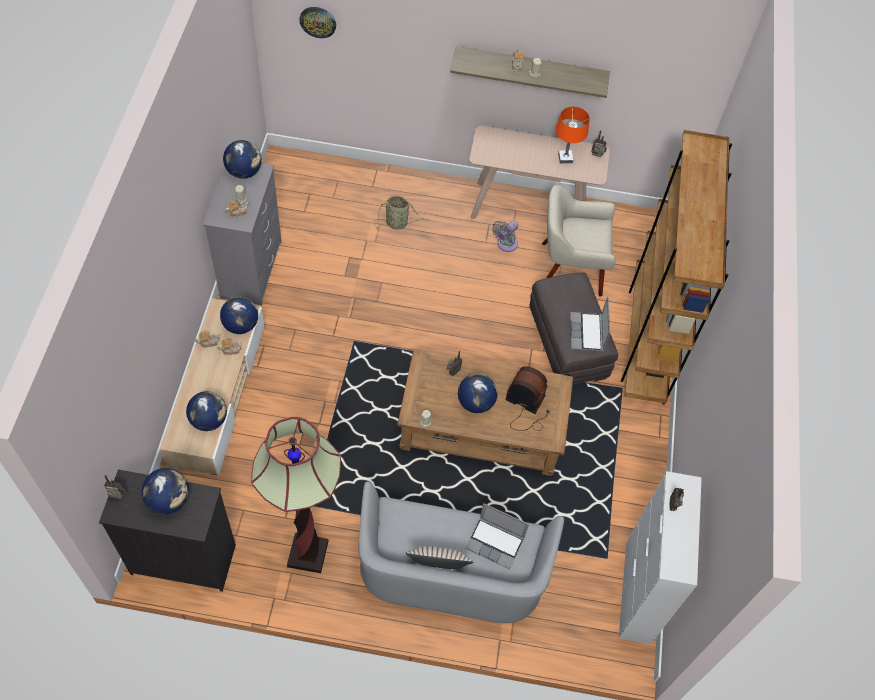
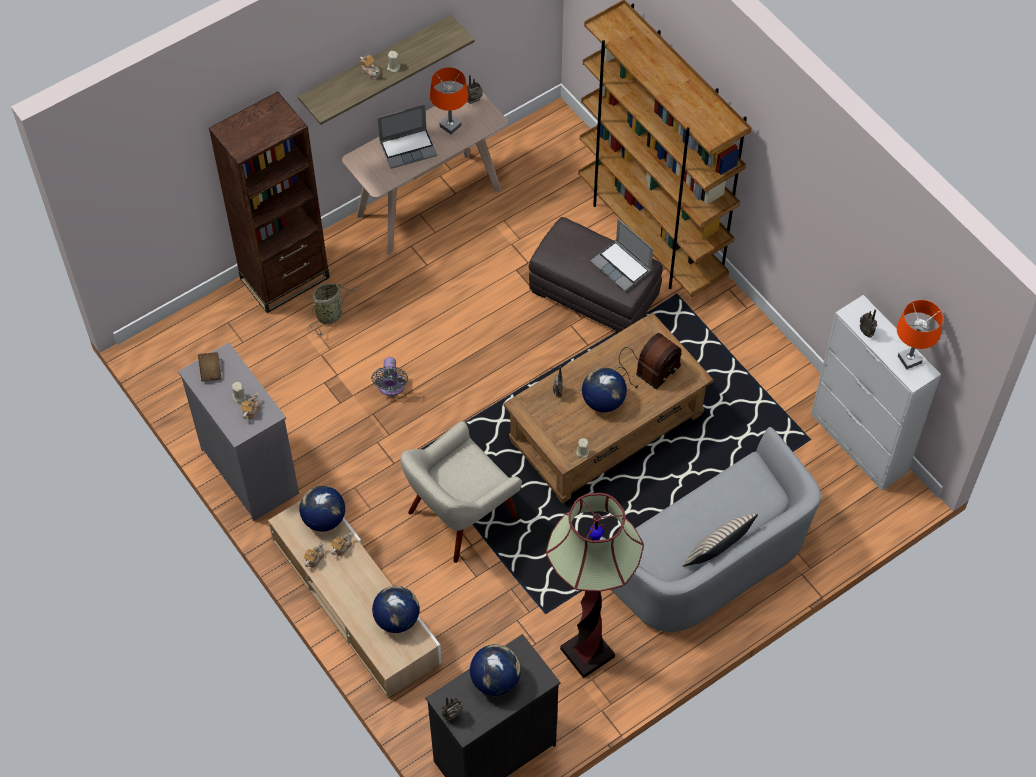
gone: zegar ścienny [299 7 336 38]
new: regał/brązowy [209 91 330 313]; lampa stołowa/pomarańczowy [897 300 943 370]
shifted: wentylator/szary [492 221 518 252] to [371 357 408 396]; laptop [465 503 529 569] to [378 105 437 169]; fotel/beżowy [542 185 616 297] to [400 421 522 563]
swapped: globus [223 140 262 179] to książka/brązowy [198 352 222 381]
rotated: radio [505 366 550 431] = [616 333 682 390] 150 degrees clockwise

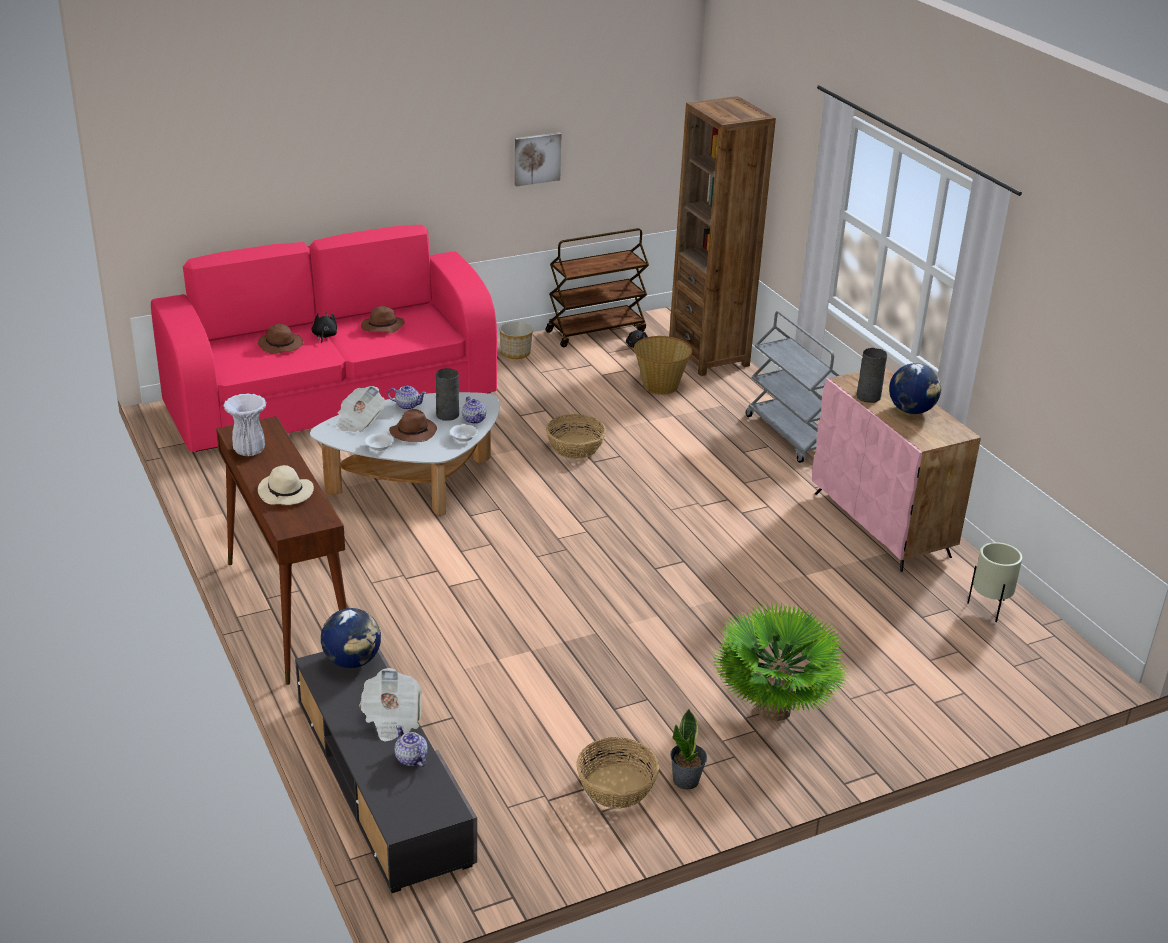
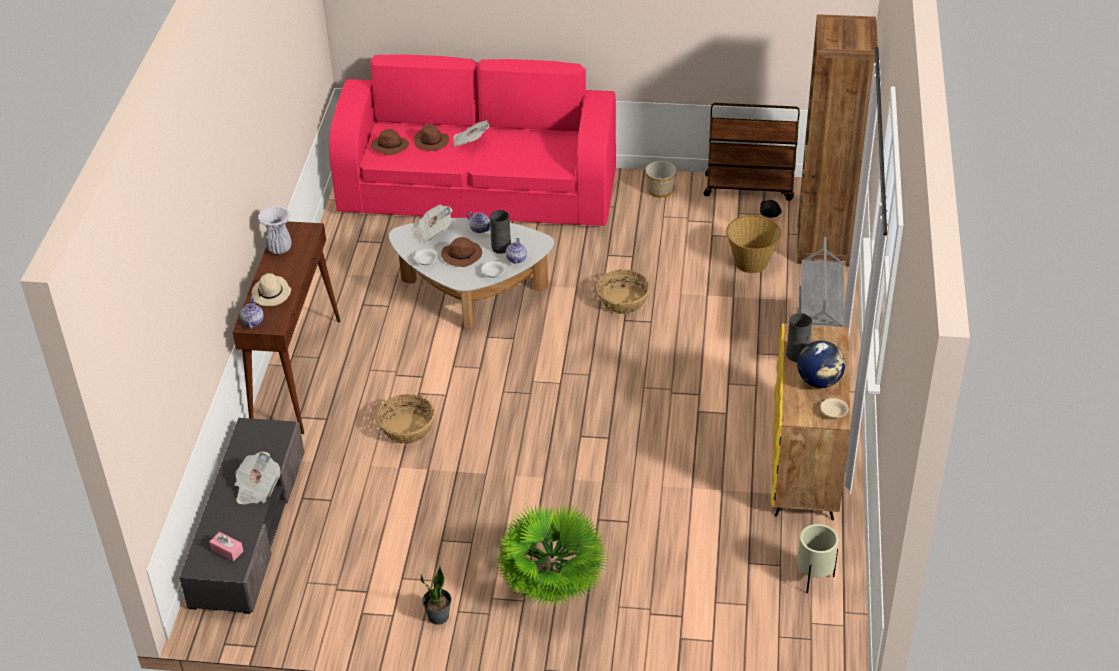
gone: globus [321 608 381 668]; obraz [515 133 562 187]
new: pudełko chusteczek/różowy [209 532 243 561]; miska/beżowy [820 398 848 418]
shifted: imbryk [395 725 428 767] to [240 297 264 329]; kapelusz/brązowy [361 306 405 333] to [371 129 409 155]; koszyk [577 737 659 809] to [376 394 435 444]
swapped: pluszak/czarny [312 312 337 344] to gazeta [453 120 489 147]
repainted: szafka/różowy [812 367 981 572] to szafka/żółty [771 323 850 521]

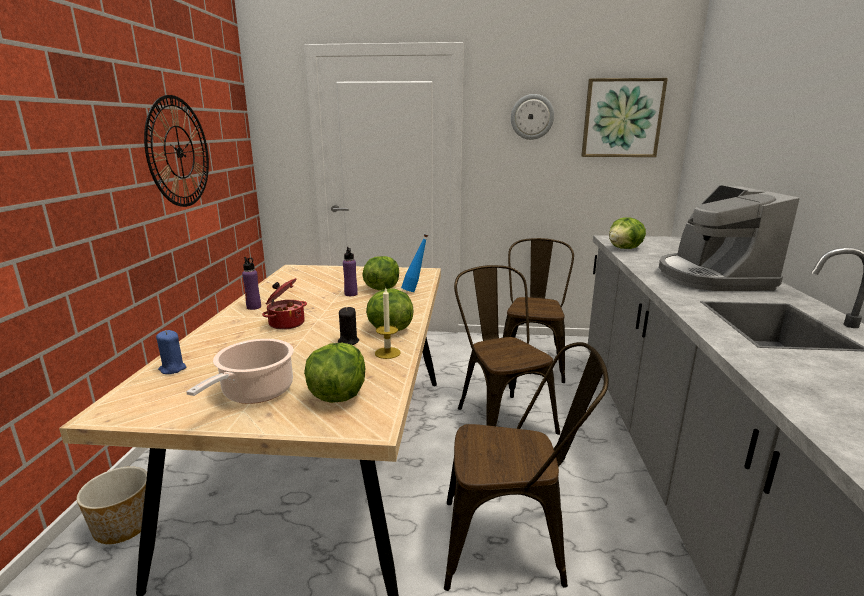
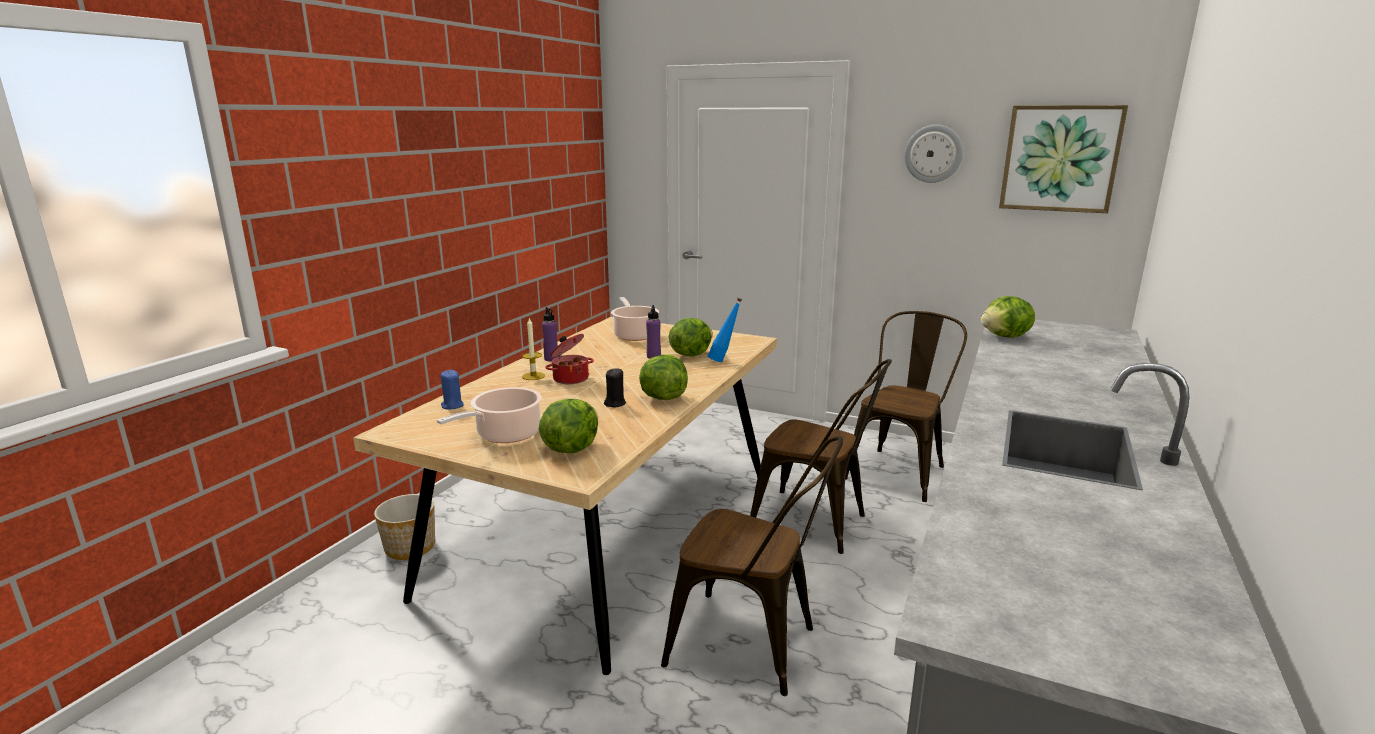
gone: zegar ścienny [144 95 209 207]; ekspres do kawy [659 185 800 291]
new: garnek [611 297 659 341]
shifted: świeca [375 287 401 359] to [522 318 545 380]
rotated: krzesło/brązowy [454 265 560 435] = [750 359 892 554] 120 degrees clockwise

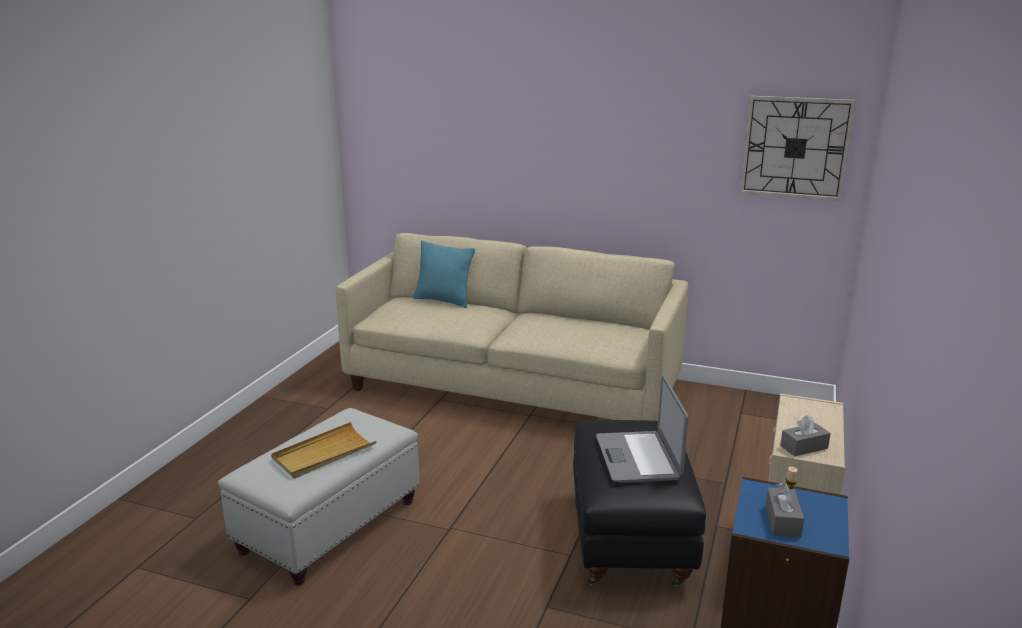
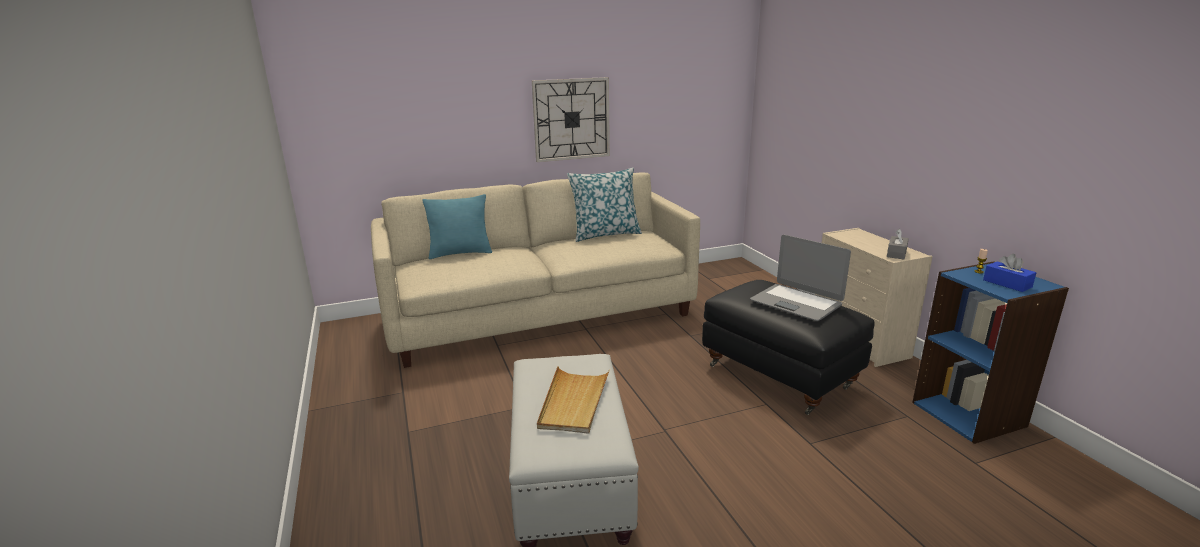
new: poduszka [567 167 642 242]
shifted: zegar ścienny [740 96 856 201] to [532 77 610 162]
repainted: pudełko chusteczek/szary [765 483 804 538] to pudełko chusteczek/niebieski [983 254 1036 292]

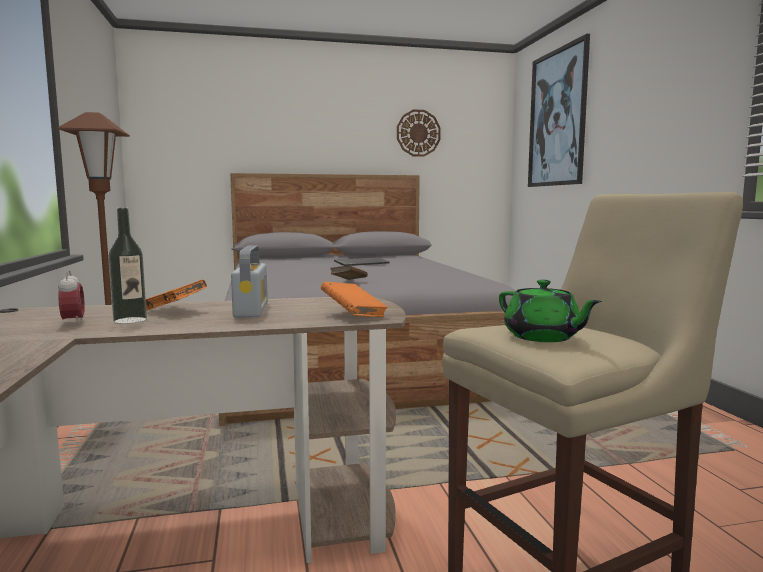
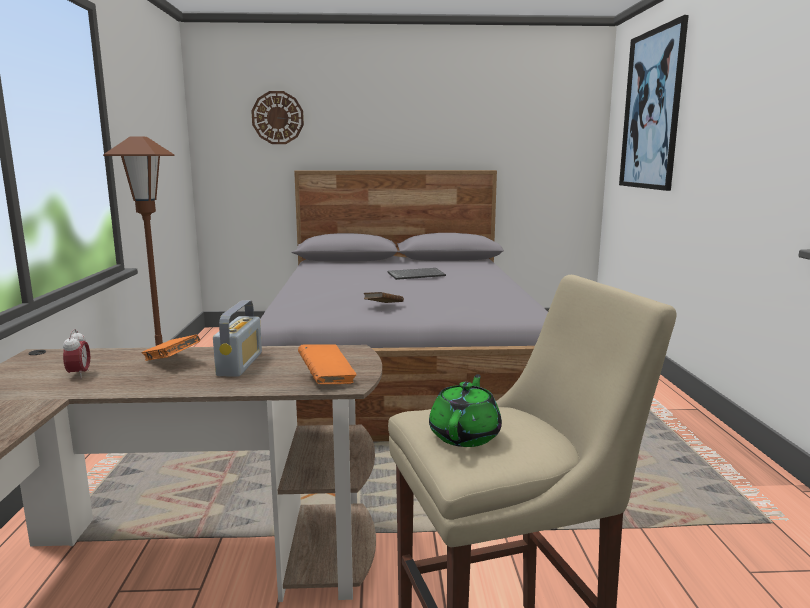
gone: butelka [109 208 147 324]
shifted: zegar ścienny [397 109 441 157] to [251 91 304 144]
rotated: imbryk/zielony [499 280 602 342] = [429 374 502 447] 135 degrees counterclockwise

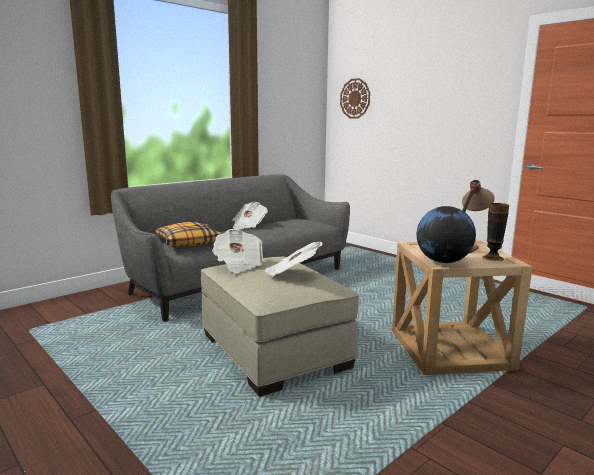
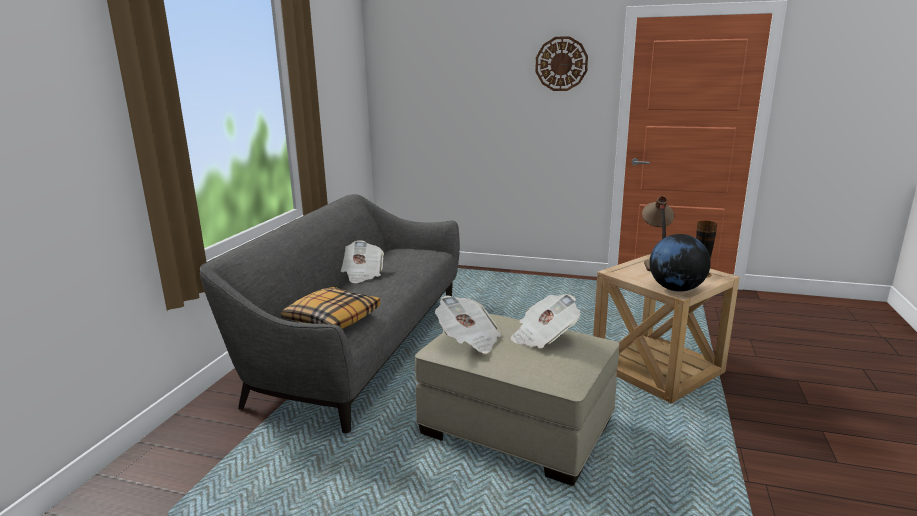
shifted: zegar ścienny [340 78 370 118] to [535 36 588 91]

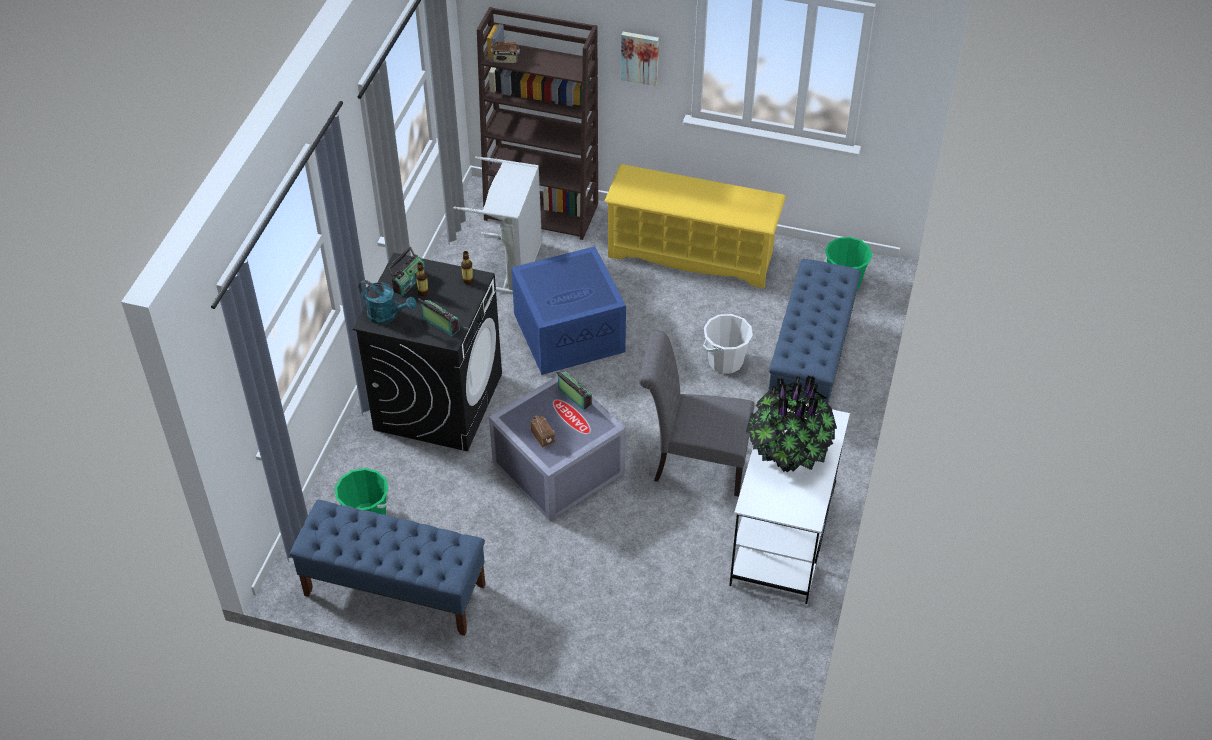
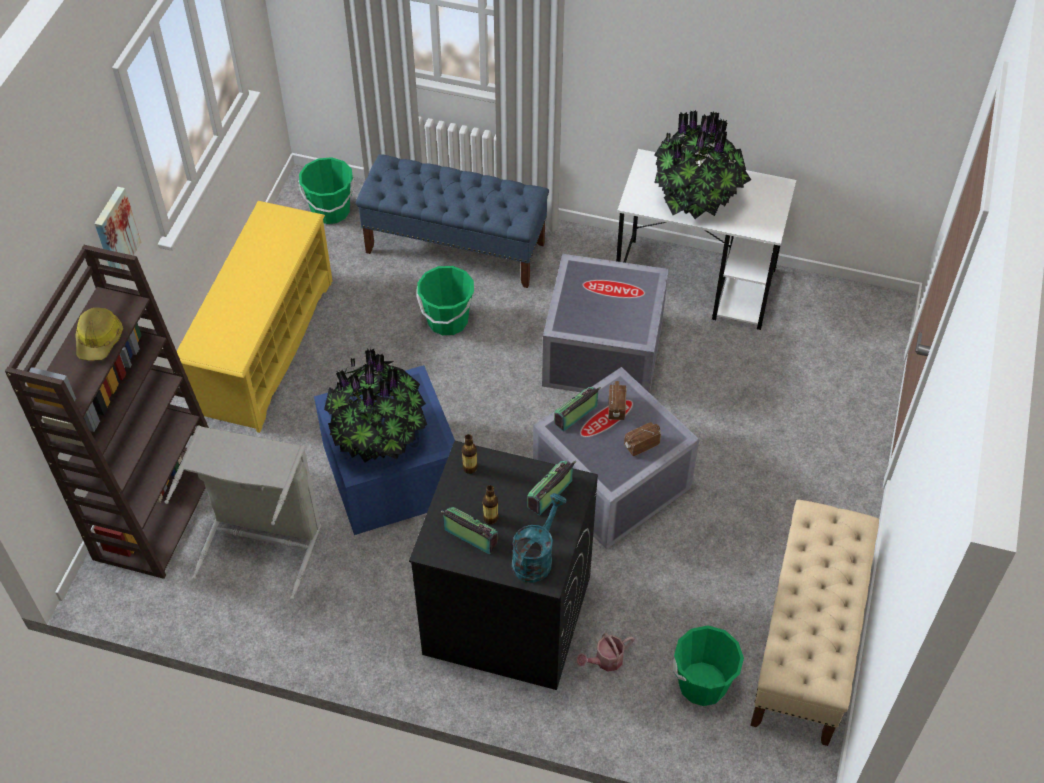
new: kask [75 308 123 361]; roślina doniczkowa [324 348 427 463]; konewka [576 633 634 671]
shifted: radio [491 35 520 63] to [608 381 627 420]
swapped: krzesło/szary [639 331 755 496] to pojemnik do przechowywania/szary [542 254 669 393]
repainted: wiadro/biały [703 314 753 374] to wiadro/zielony [417 266 474 335]; ławka/niebieski [290 500 485 636] to ławka/beżowy [750 500 879 746]

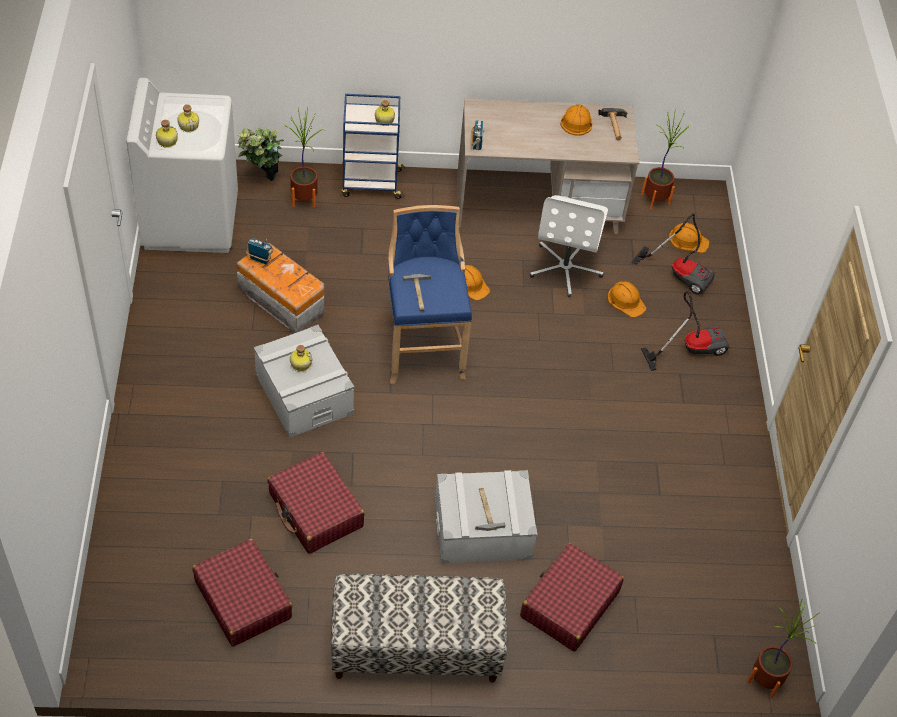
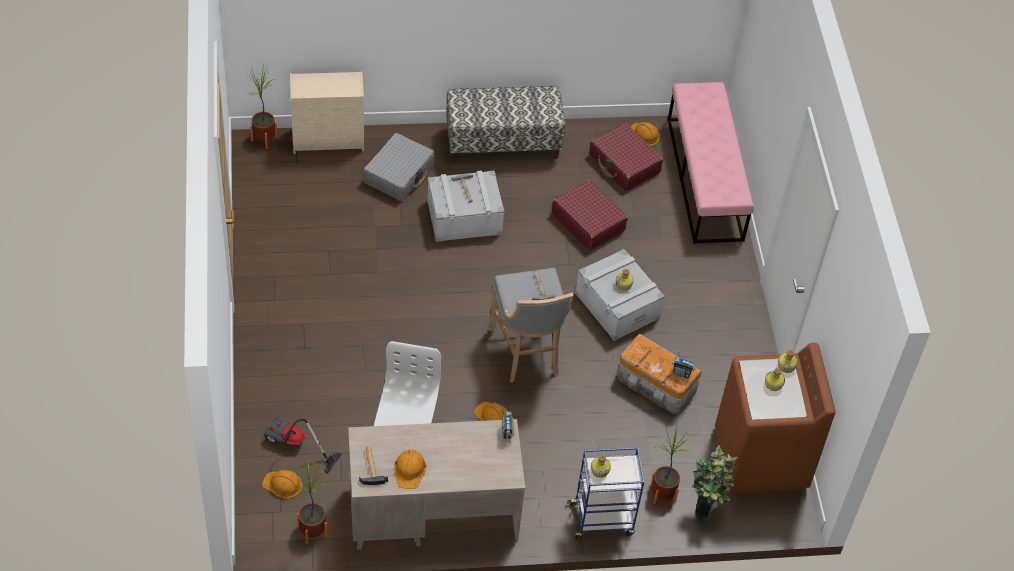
gone: odkurzacz [641 291 730 371]
new: komoda/beżowy [290 71 364 154]; ławka/różowy [668 82 754 244]
shifted: kask/pomarańczowy [608 281 646 318] to [630 122 660 146]
repainted: walizka/czerwony [520 543 624 652] to walizka/szary [363 133 435 201]; stołek/niebieski [388 205 472 384] to stołek/szary [488 268 574 383]; pralka/biały [126 78 238 253] to pralka/brązowy [715 343 836 494]

